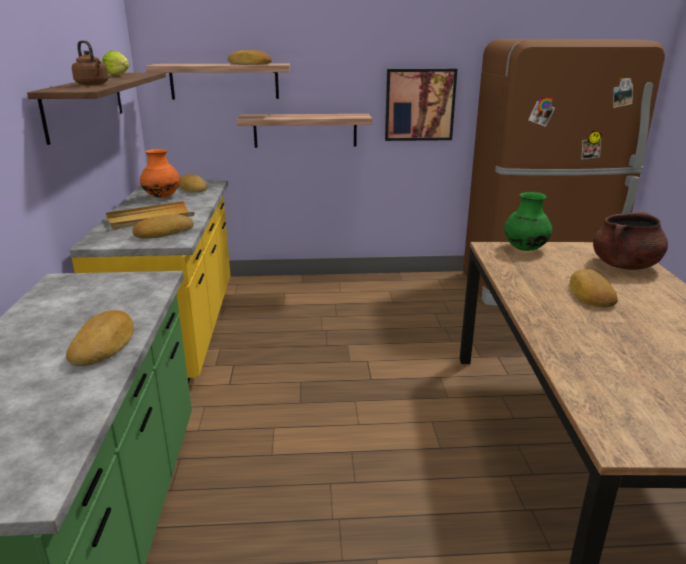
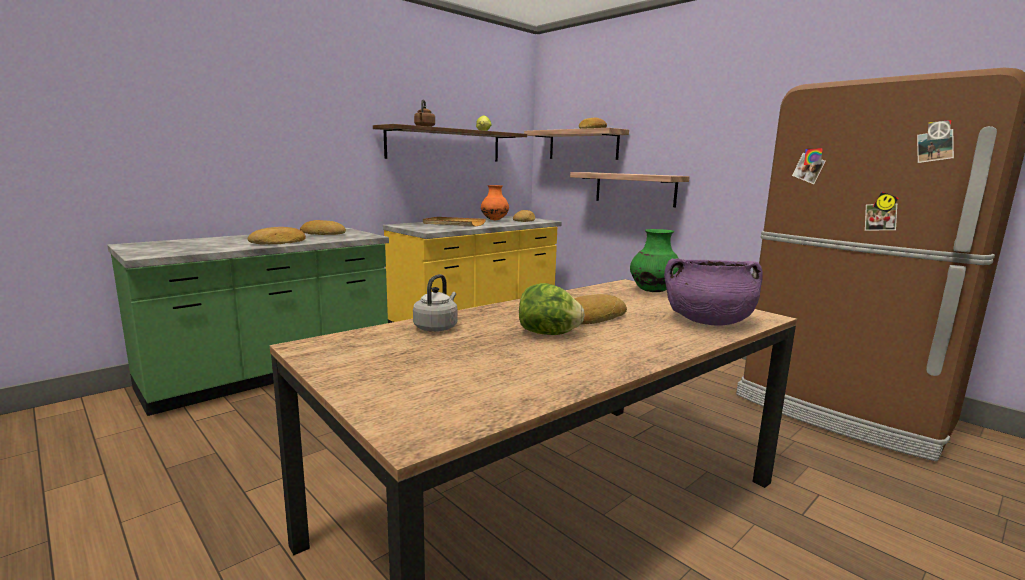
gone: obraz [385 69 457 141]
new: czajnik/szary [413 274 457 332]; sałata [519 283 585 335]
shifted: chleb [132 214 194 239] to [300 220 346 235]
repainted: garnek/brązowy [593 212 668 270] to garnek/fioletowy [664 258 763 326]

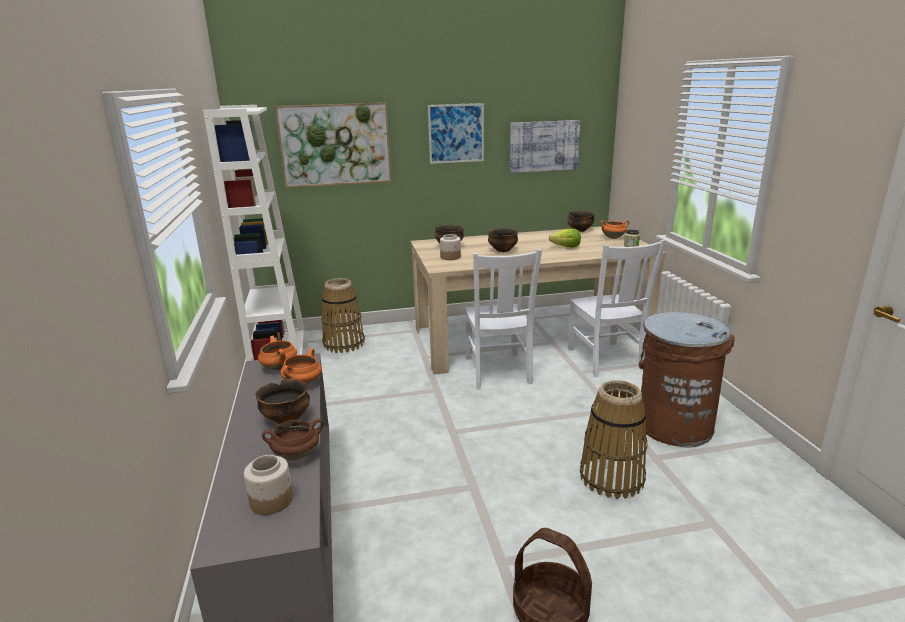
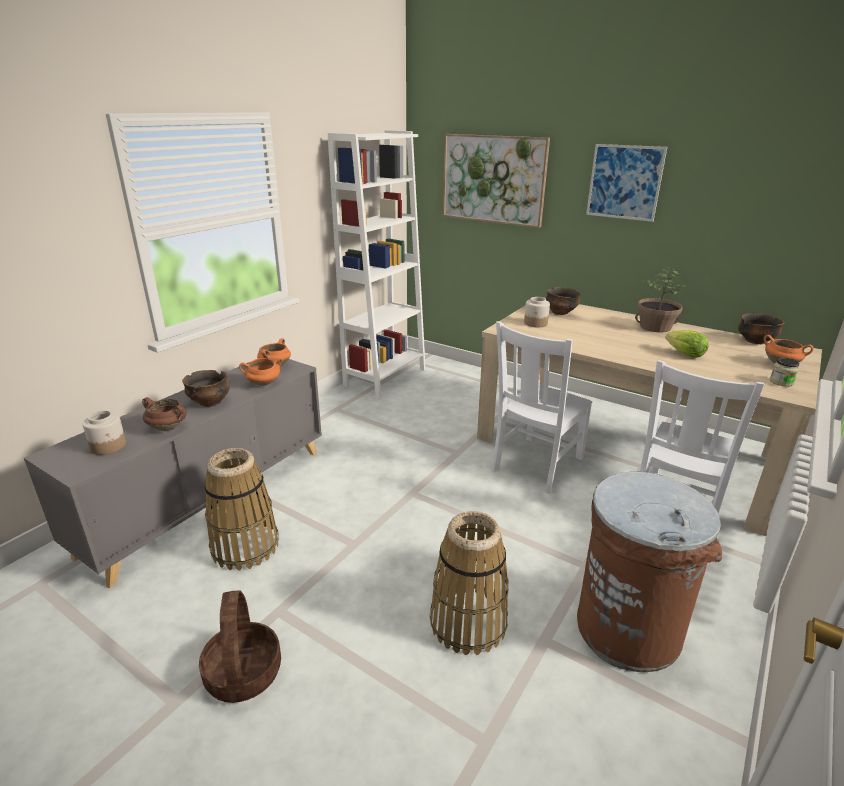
gone: miska [488 228 518 252]; obraz [510 120 580 173]
new: roślina doniczkowa [635 267 687 332]
shifted: koszyk [321 278 365 353] to [204 448 279 571]

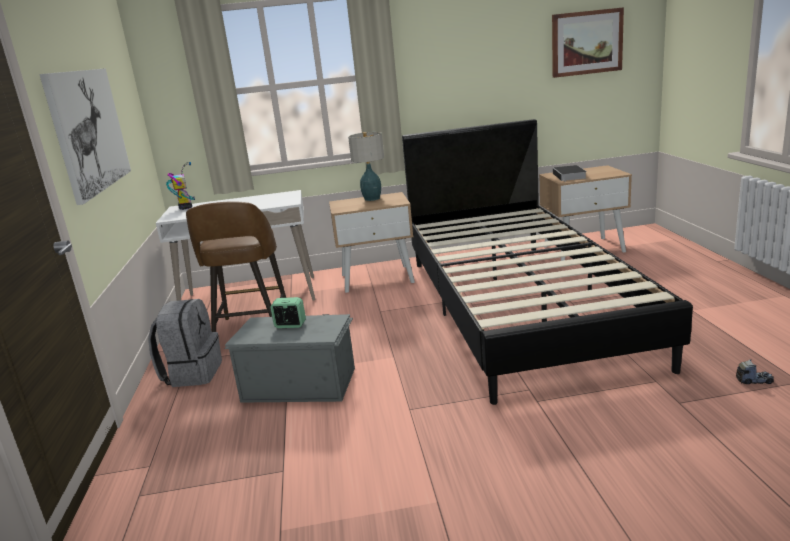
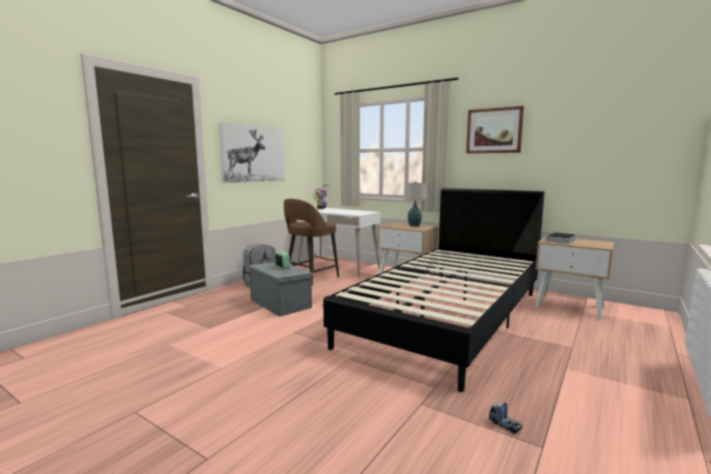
shifted: obraz [552 7 624 78] to [466 106 524 154]

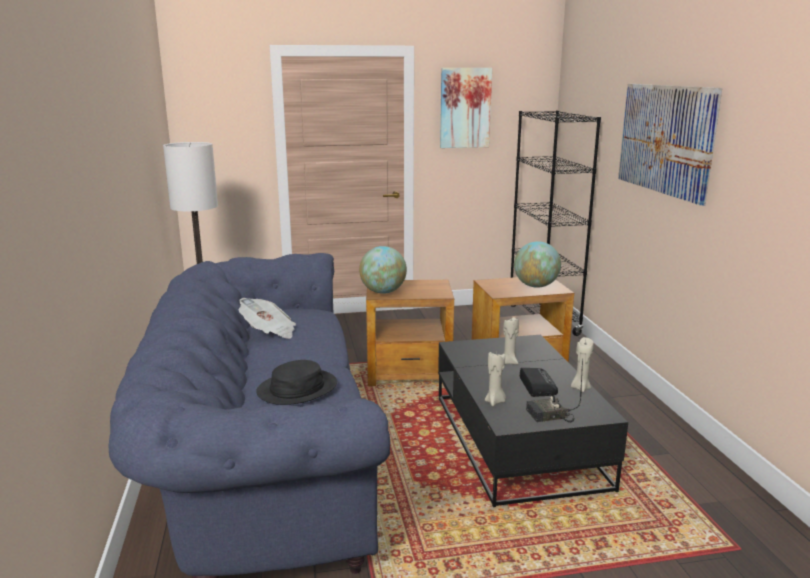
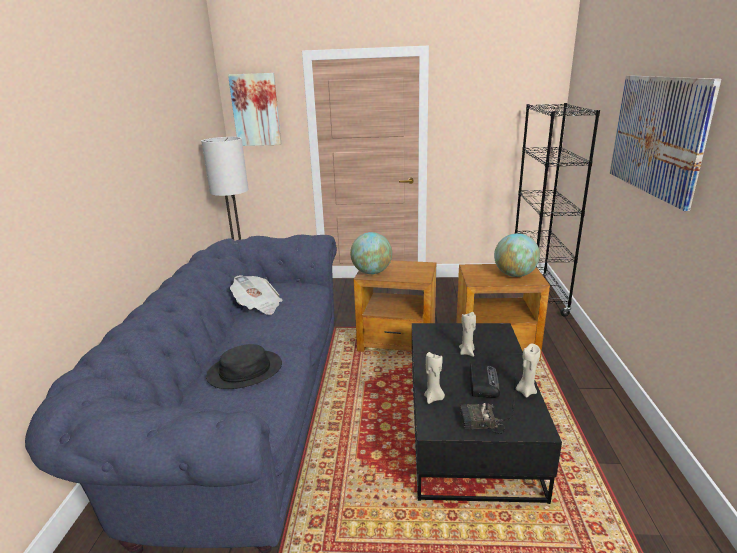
shifted: obraz [440 68 492 148] to [228 73 281 146]

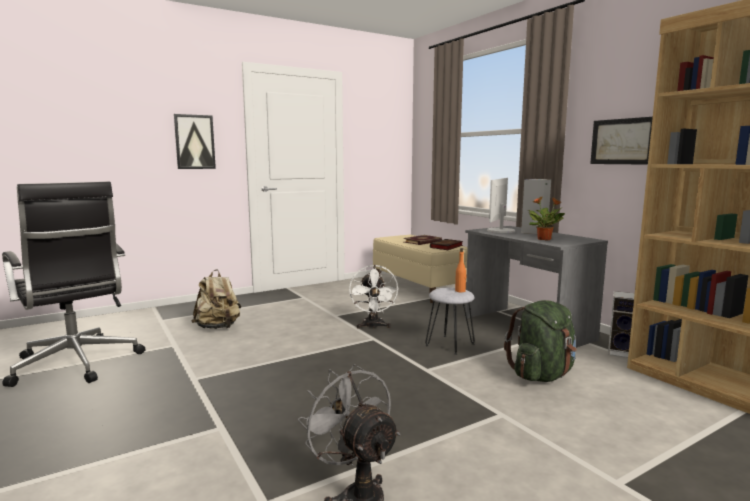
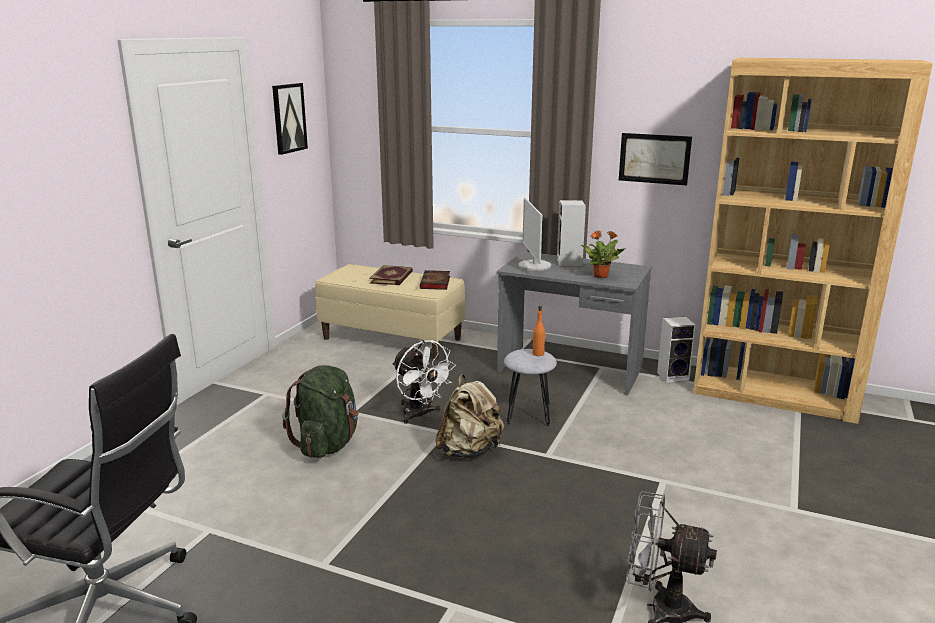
shifted: obraz [174 114 216 169] to [272 83 308 155]; plecak/zielony [504 300 577 382] to [282 365 359 458]; plecak/beżowy [191 269 241 329] to [435 374 504 458]

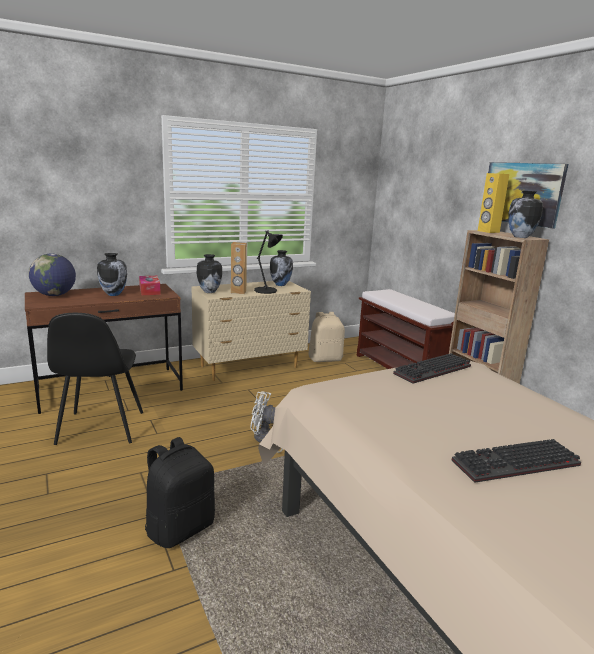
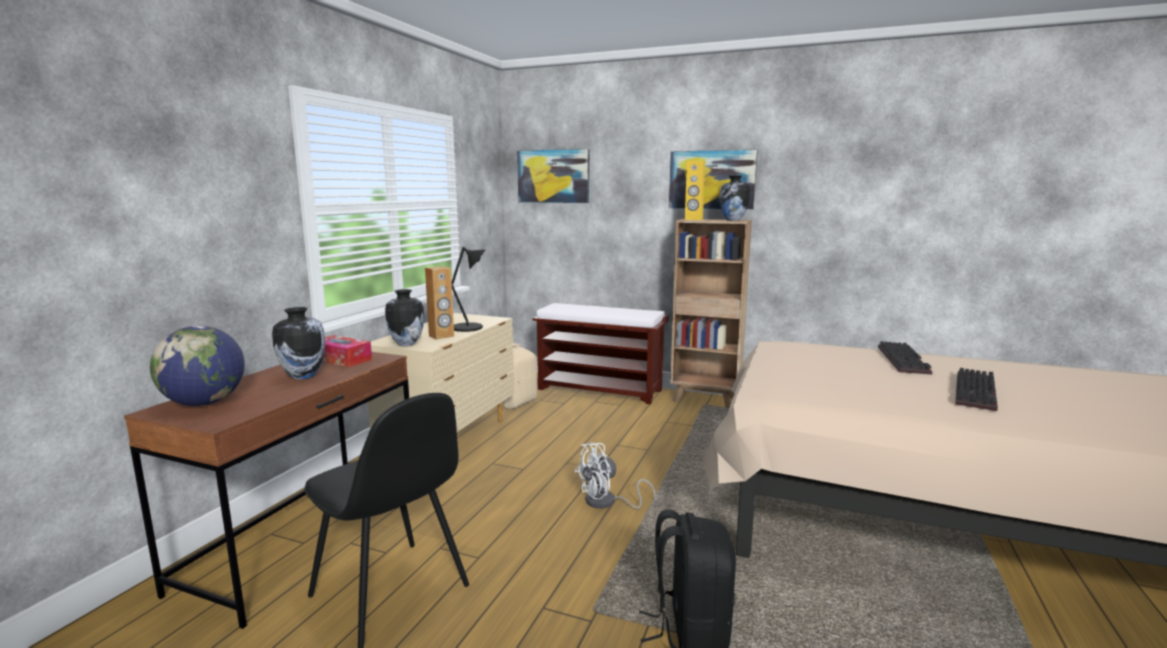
gone: wazon [270 250 293 286]
new: obraz [517 149 589 203]
shifted: klawiatura [393 353 471 384] to [878 341 932 374]

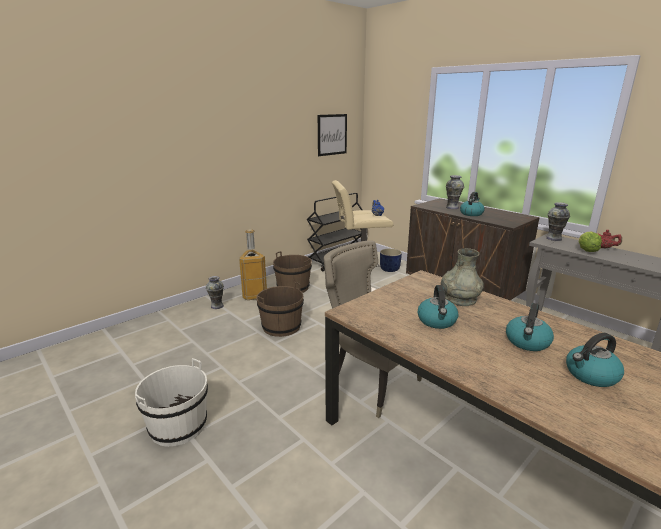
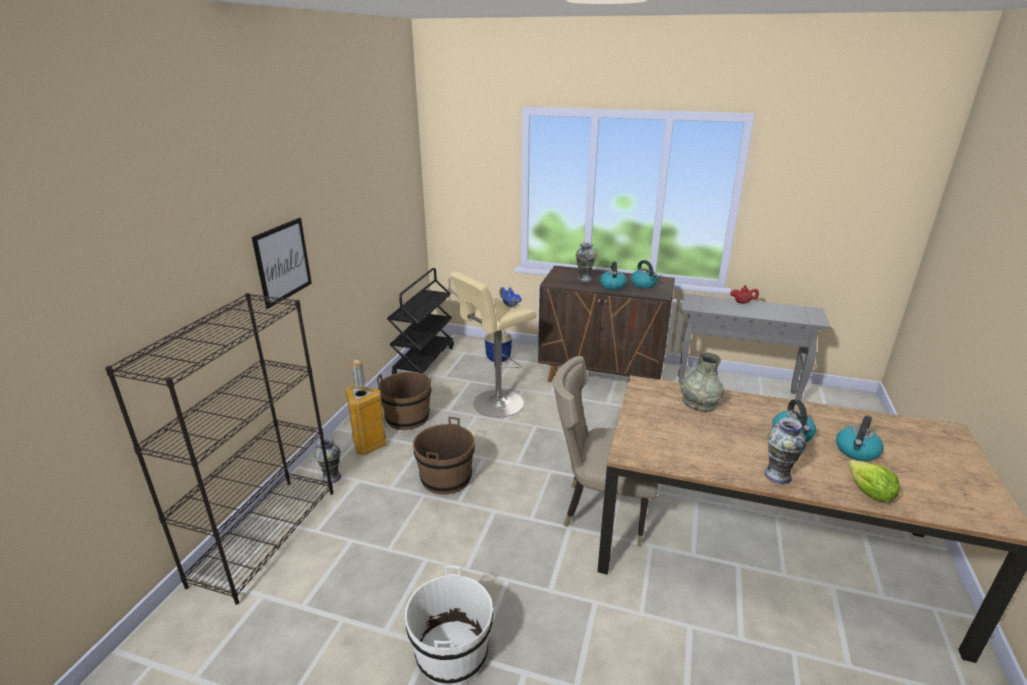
new: regał/czarny [105 293 333 605]
shifted: obraz [318 114 347 156] to [252 218 312 309]; czajnik [418 285 459 329] to [631 260 658 288]; wazon [546 202 570 241] to [764 418 806 484]; sałata [578 231 602 252] to [848 460 900 502]

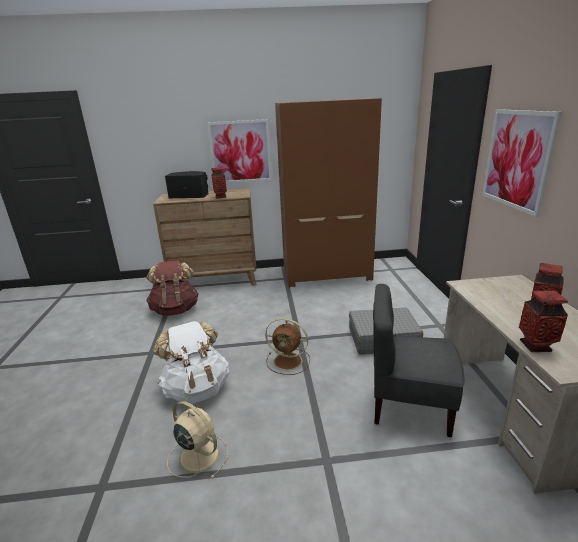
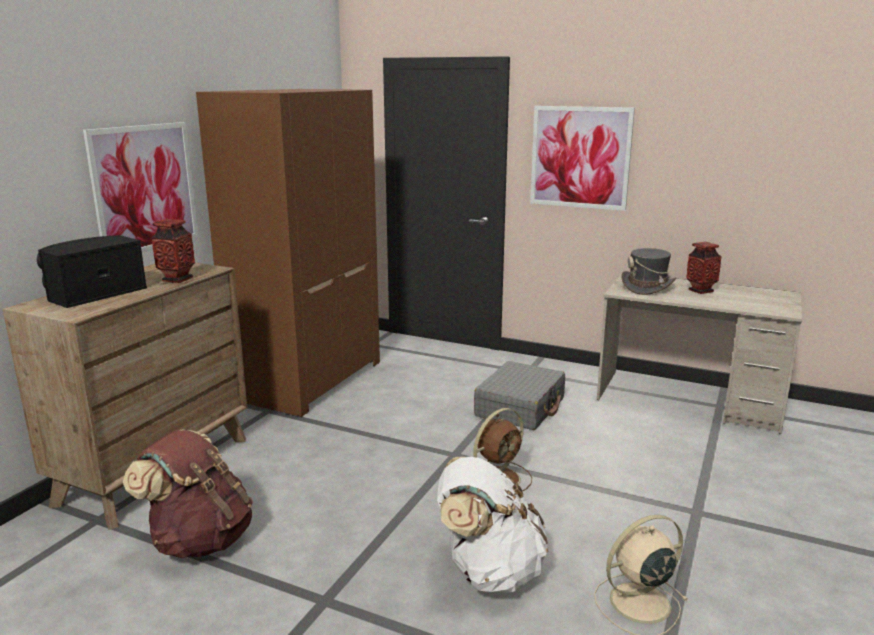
gone: krzesło/szary [373 284 464 437]; wazon [519 290 568 352]
new: kapelusz/szary [621 248 676 295]

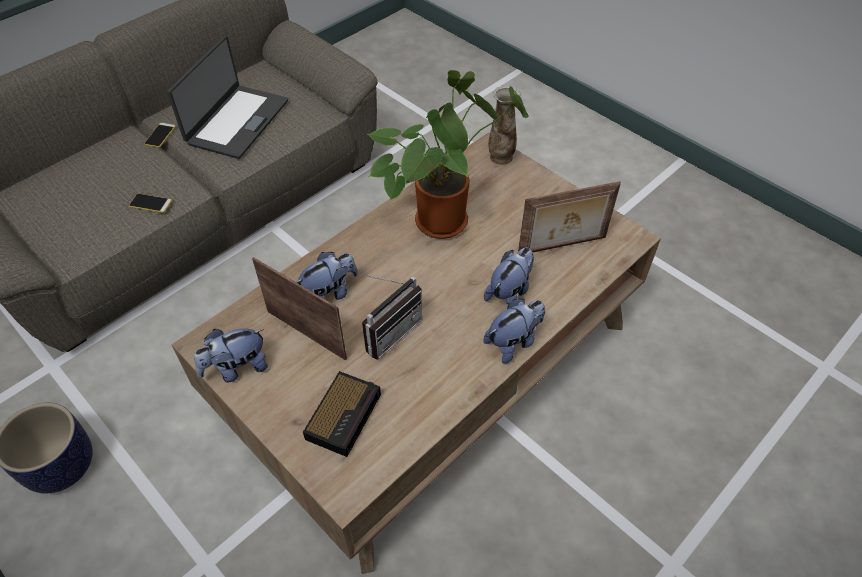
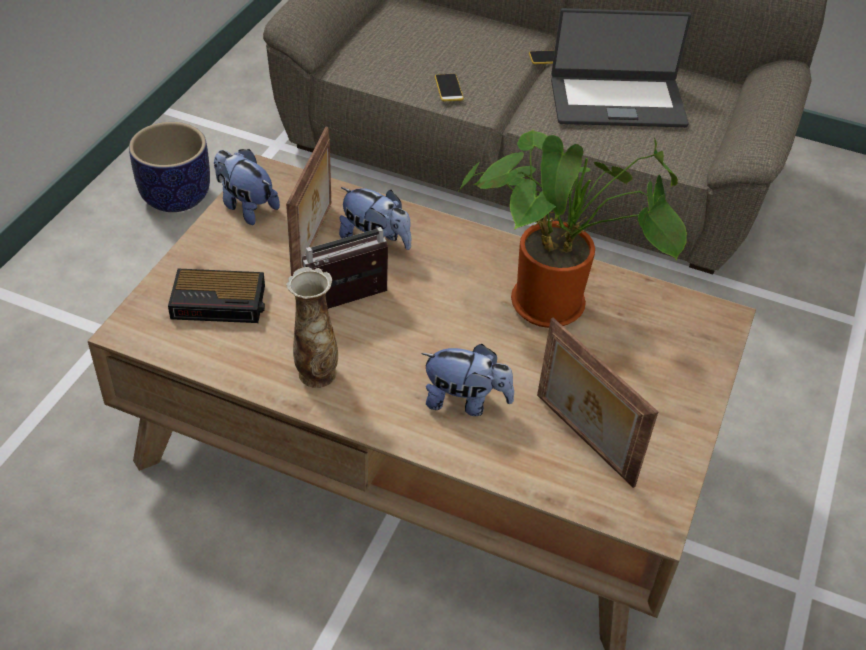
gone: pluszak [483 299 545 364]
shifted: wazon [489 85 521 165] to [286 267 338 388]
rotated: radio [362 275 422 359] = [302 227 388 309] 135 degrees clockwise

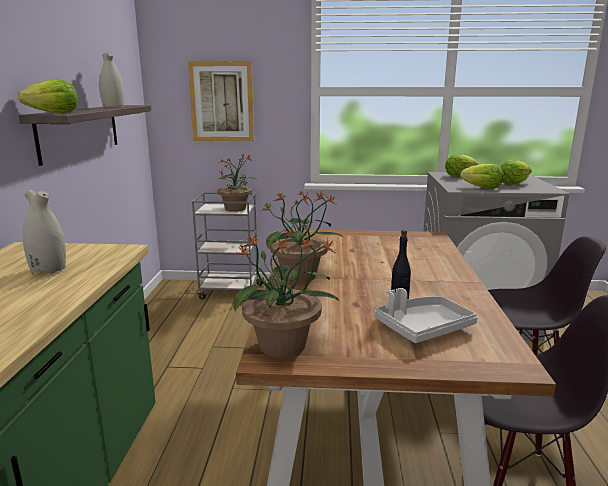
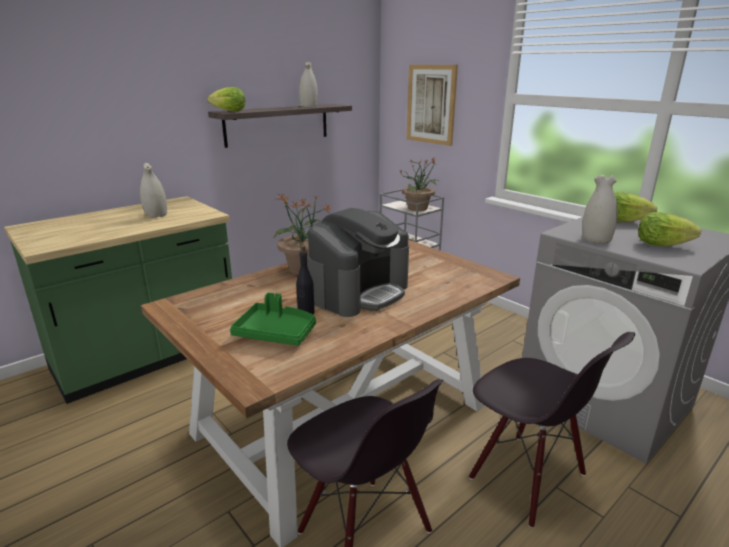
gone: roślina doniczkowa [233 231 340 358]
new: ekspres do kawy [308 208 409 317]
swapped: sałata [460 164 503 189] to wazon/biały [582 175 618 243]
repainted: taca/szary [375 288 478 343] to taca/zielony [230 293 316 346]

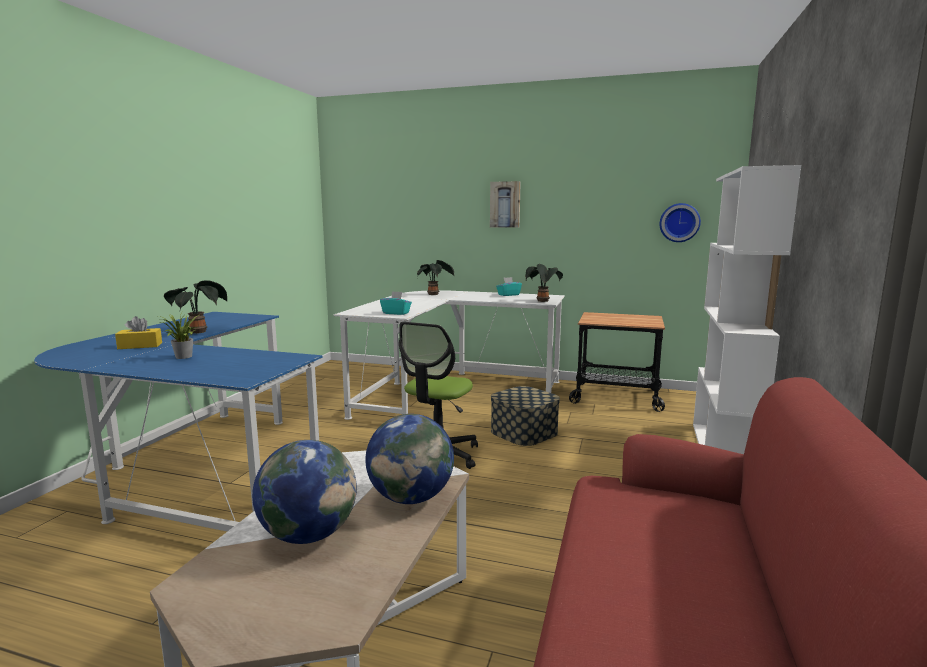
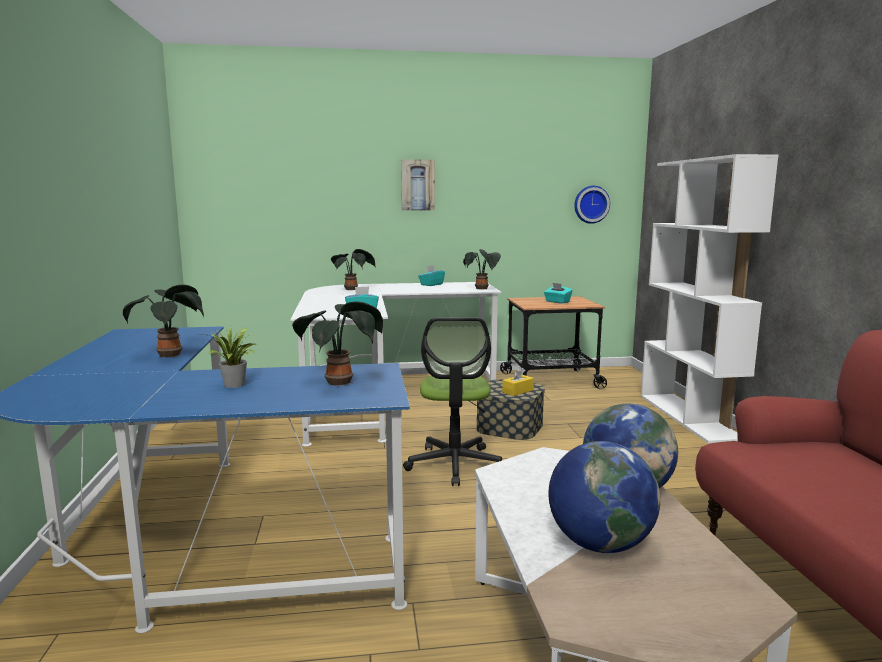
new: roślina doniczkowa [292 302 383 386]; pudełko chusteczek/turkusowy [544 283 573 304]
shifted: pudełko chusteczek/żółty [115 316 162 349] to [502 367 534 396]

